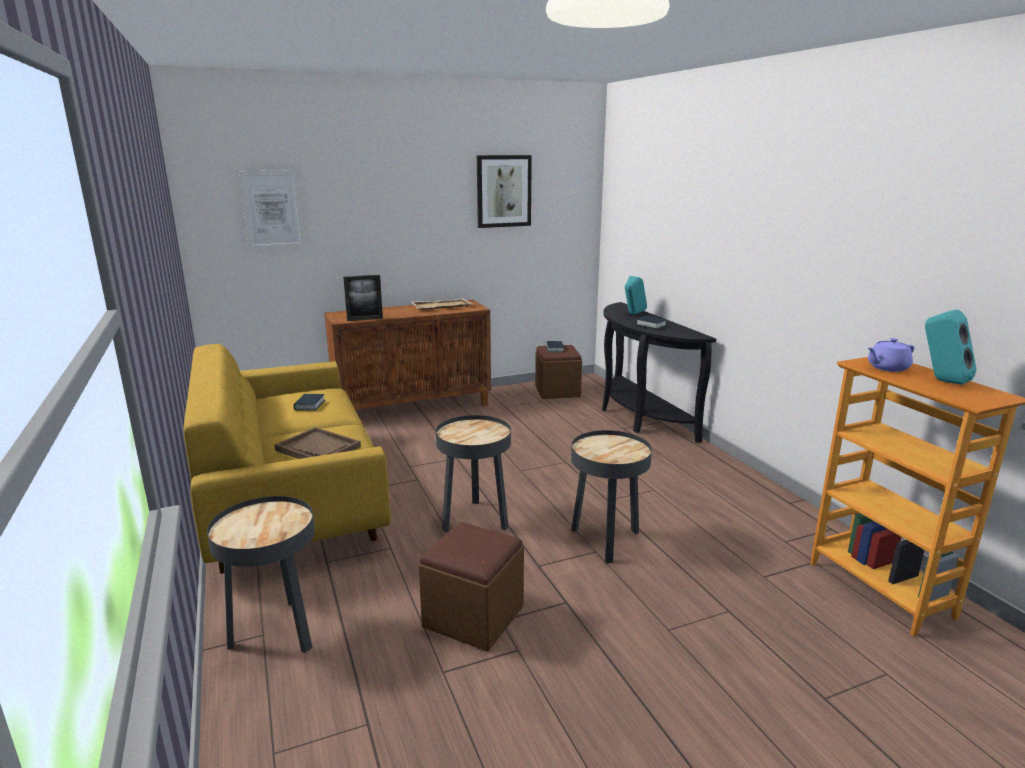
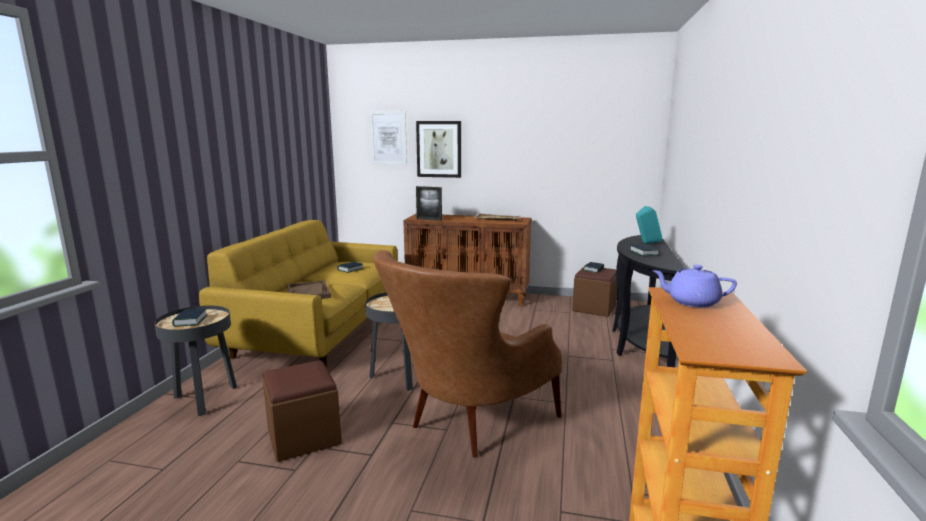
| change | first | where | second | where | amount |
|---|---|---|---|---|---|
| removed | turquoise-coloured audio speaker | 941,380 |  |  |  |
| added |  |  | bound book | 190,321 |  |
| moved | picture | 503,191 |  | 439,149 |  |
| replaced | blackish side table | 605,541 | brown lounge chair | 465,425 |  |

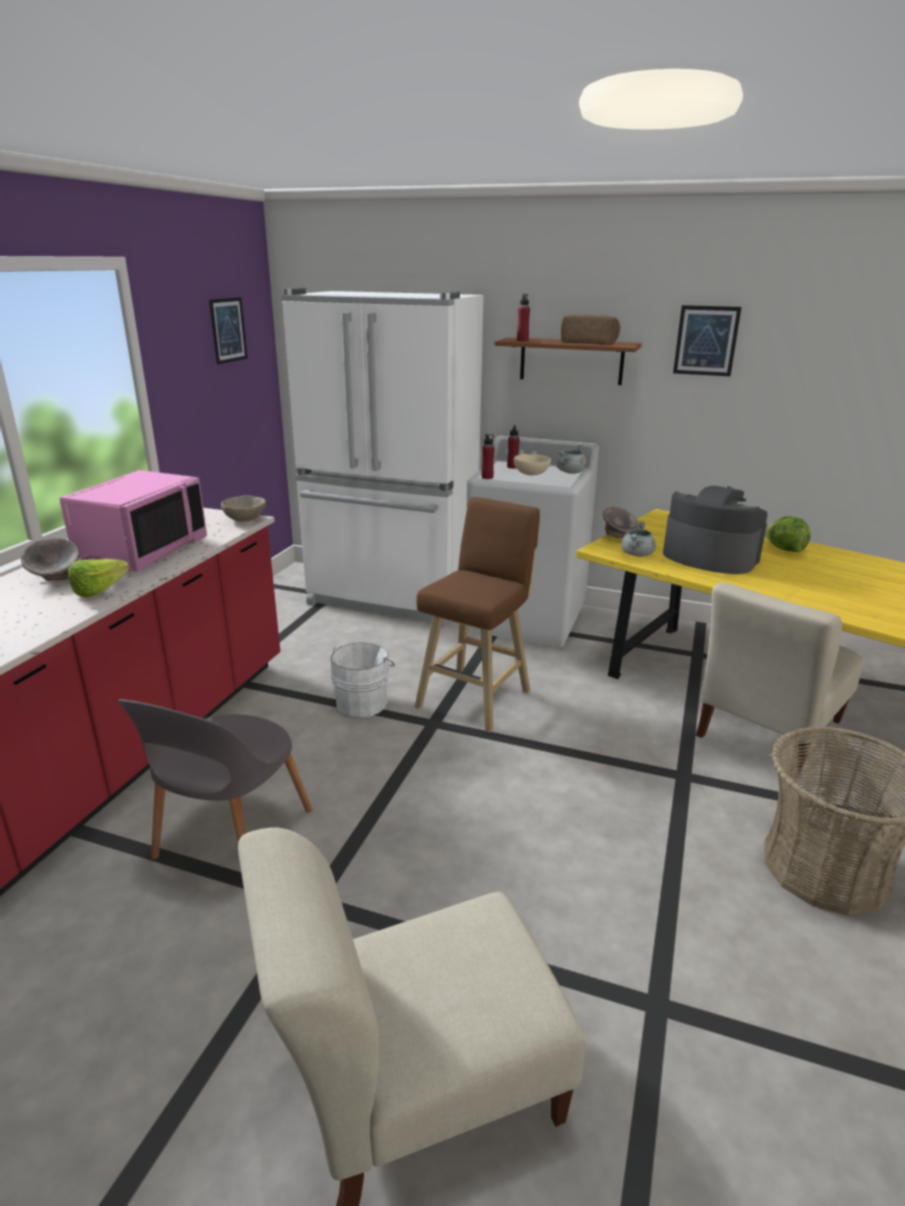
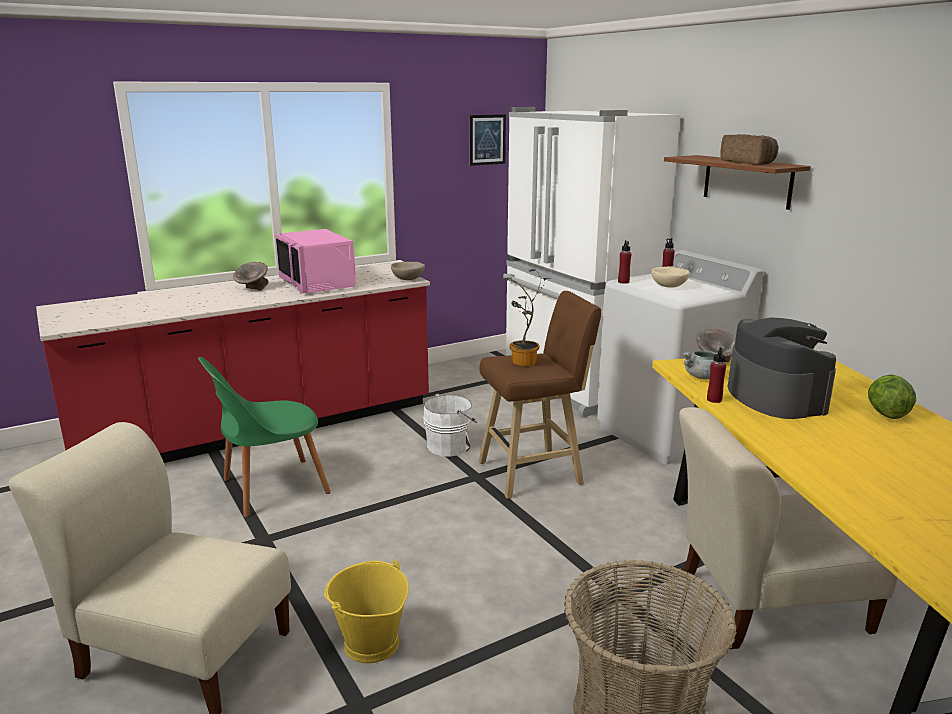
| change | first | where | second | where | amount |
|---|---|---|---|---|---|
| removed | lettuce head | 105,590 |  |  |  |
| removed | greyish stockpot | 570,472 |  |  |  |
| removed | picture | 706,341 |  |  |  |
| added |  |  | yellow water bucket | 370,643 |  |
| added |  |  | potted plant | 523,363 |  |
| moved | red-coloured bottle | 522,341 |  | 714,400 |  |
| recoloured | greyish upright chair | 230,838 | greenish upright chair | 270,488 |  |
| turned | pinkish microwave oven | 142,551 |  | 318,284 | 90 degrees clockwise |

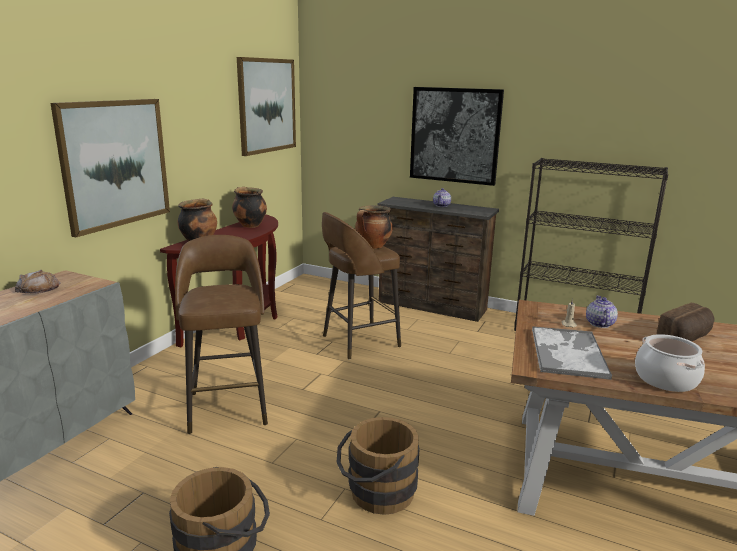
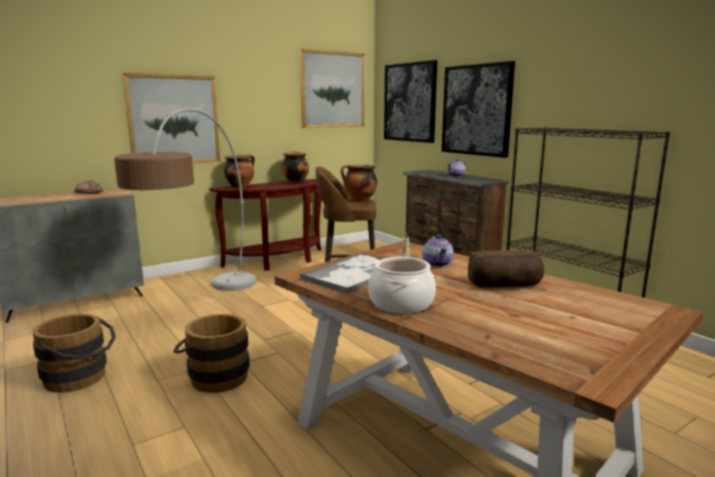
| change | first | where | second | where | amount |
|---|---|---|---|---|---|
| added |  |  | picture | 410,102 |  |
| replaced | brown stool seat | 228,406 | standing lamp | 200,305 |  |
| turned | tea pot | 599,324 |  | 437,263 | 135 degrees clockwise |

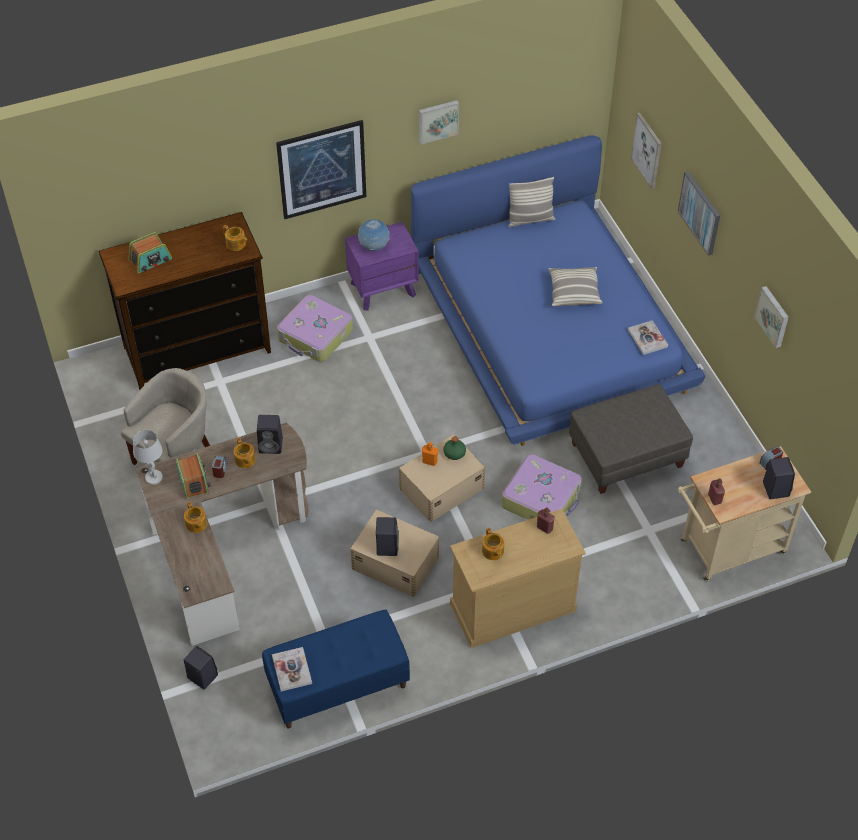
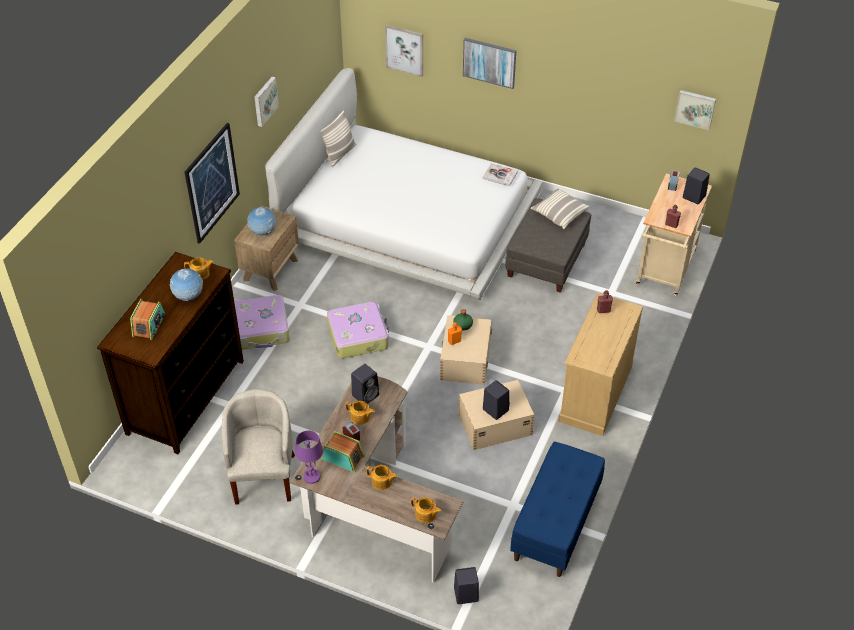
| change | first | where | second | where | amount |
|---|---|---|---|---|---|
| removed | bound book | 292,670 |  |  |  |
| added |  |  | globe | 189,297 |  |
| moved | tea pot | 492,551 |  | 426,515 |  |
| moved | travel case | 542,498 |  | 358,336 |  |
| moved | cushion | 574,292 |  | 559,214 |  |
| moved | picture | 773,316 |  | 695,108 |  |
| recoloured | white-coloured table lamp | 154,477 | purplish table lamp | 312,476 |  |
| recoloured | purplish night table | 383,289 | brown night table | 270,269 |  |
| recoloured | blue bed | 550,326 | white-coloured bed | 407,220 |  |

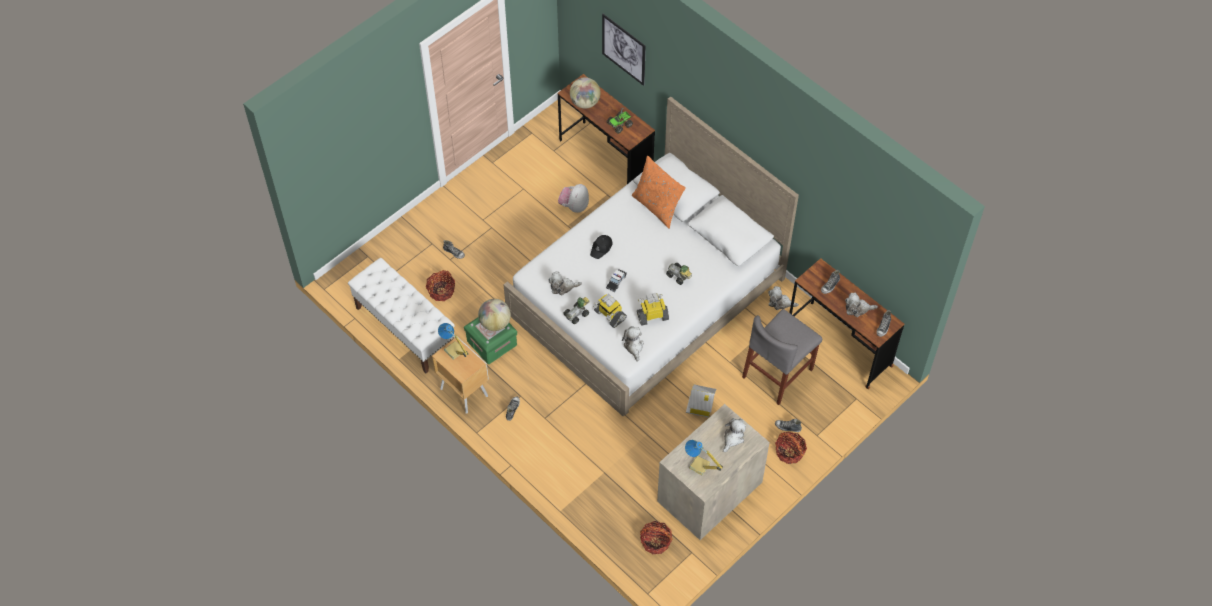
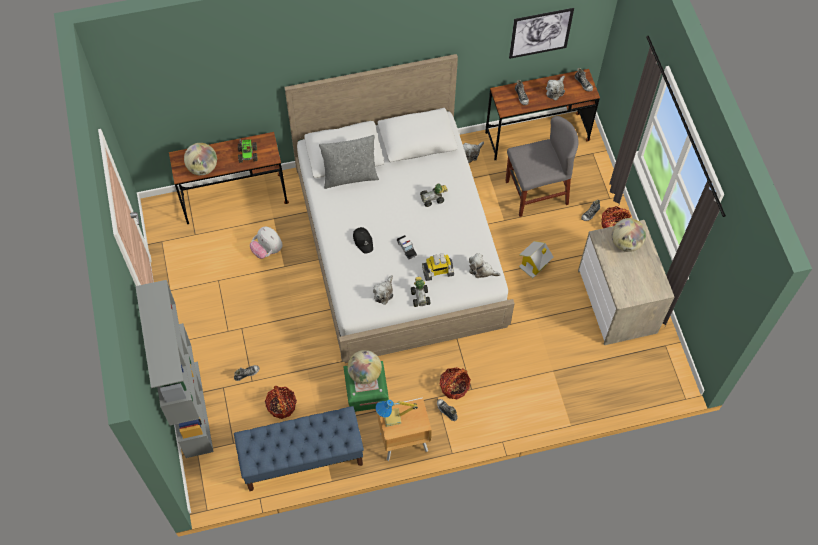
| change | first | where | second | where | amount |
|---|---|---|---|---|---|
| removed | toy robot | 652,316 |  |  |  |
| removed | table lamp | 699,467 |  |  |  |
| added |  |  | greyish bookshelf | 191,408 |  |
| moved | picture | 623,49 |  | 540,33 |  |
| moved | basket | 655,542 |  | 454,387 |  |
| replaced | soft toy | 733,438 | globe | 625,243 |  |
| recoloured | white-coloured bench | 405,328 | blue bench | 301,458 |  |
| recoloured | orangey cushion | 657,207 | greyish cushion | 350,176 |  |
| turned | greyish upright chair | 777,373 |  | 536,192 | 90 degrees counterclockwise |

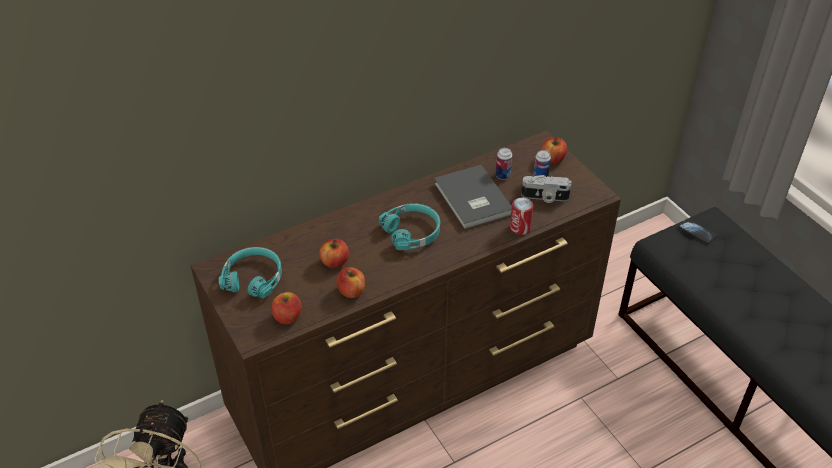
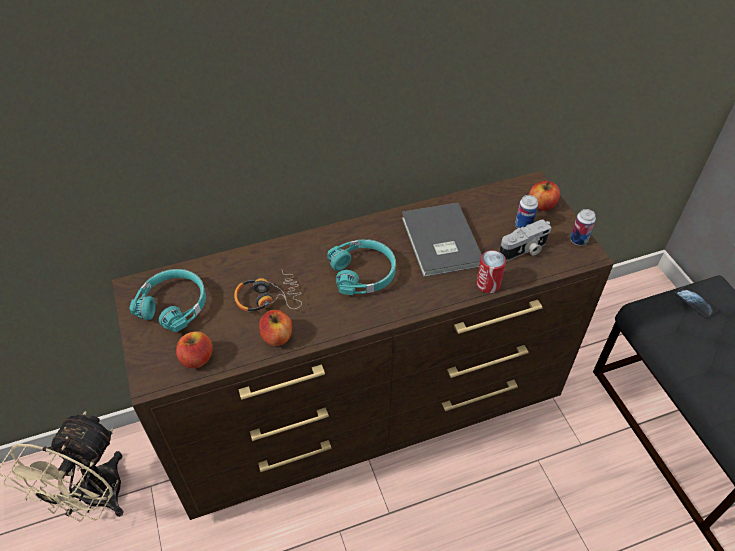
| change | first | where | second | where | amount |
|---|---|---|---|---|---|
| moved | metal can | 503,175 |  | 578,240 |  |
| replaced | whole apple | 335,262 | headphones | 268,298 |  |
| turned | still camera | 545,197 |  | 524,250 | 45 degrees counterclockwise |

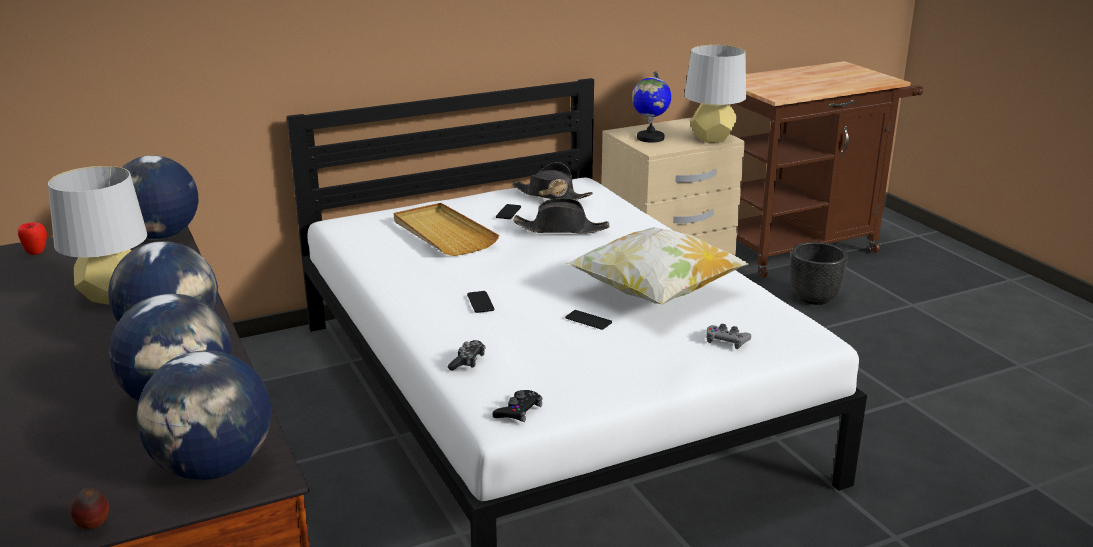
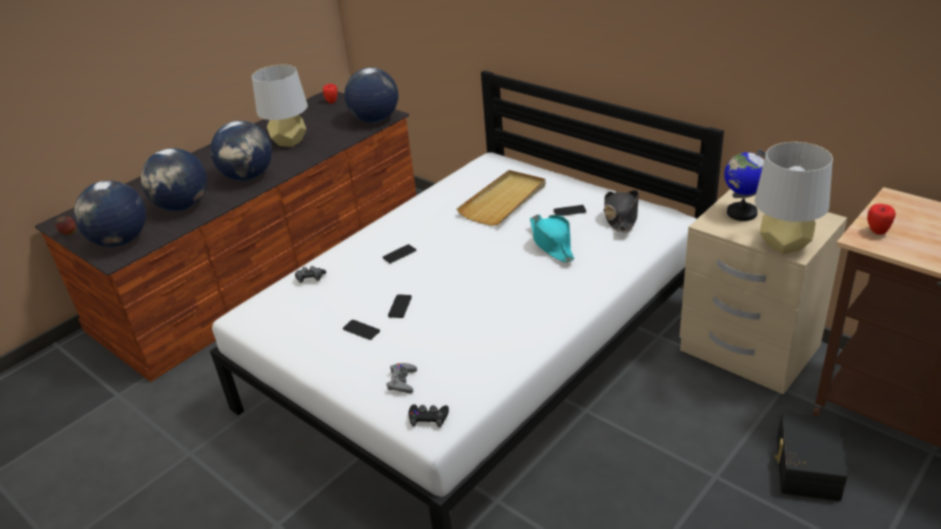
| change | first | where | second | where | amount |
|---|---|---|---|---|---|
| removed | cushion | 655,293 |  |  |  |
| added |  |  | handset | 361,330 |  |
| added |  |  | whole apple | 877,232 |  |
| moved | blackish joypad | 518,411 |  | 428,418 |  |
| replaced | blackish plant pot | 814,298 | blackish storage container | 805,467 |  |
| recoloured | blackish clothing hat | 561,229 | turquoise-coloured clothing hat | 552,243 |  |

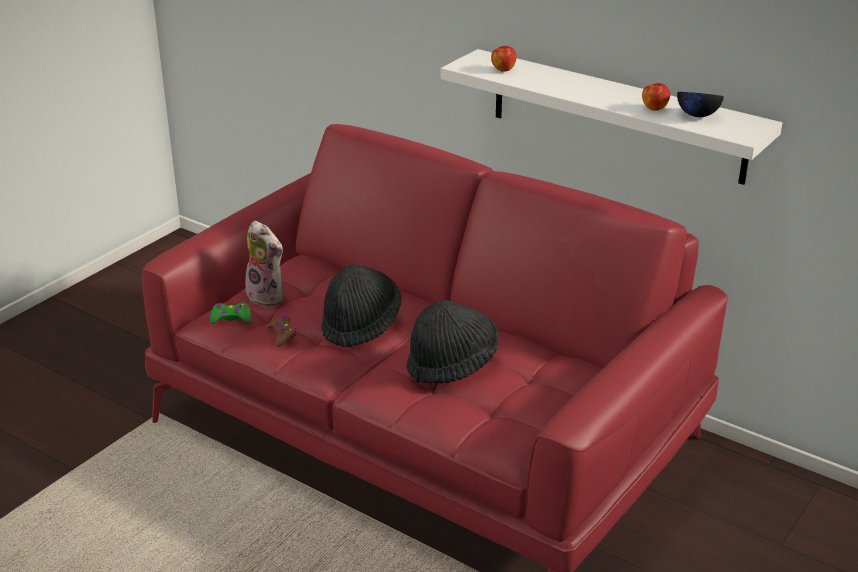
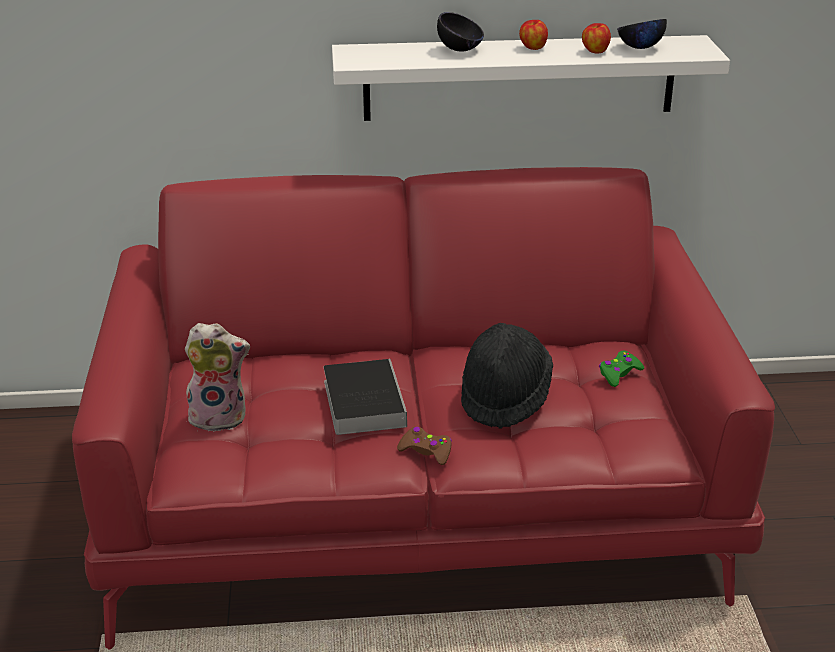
| change | first | where | second | where | amount |
|---|---|---|---|---|---|
| added |  |  | blackish deep dish | 460,50 |  |
| moved | greenish joypad | 231,318 |  | 619,374 |  |
| moved | brown joypad | 282,335 |  | 426,451 |  |
| moved | whole apple | 503,69 |  | 532,48 |  |
| replaced | blackish clothing hat | 361,325 | bound book | 363,401 |  |

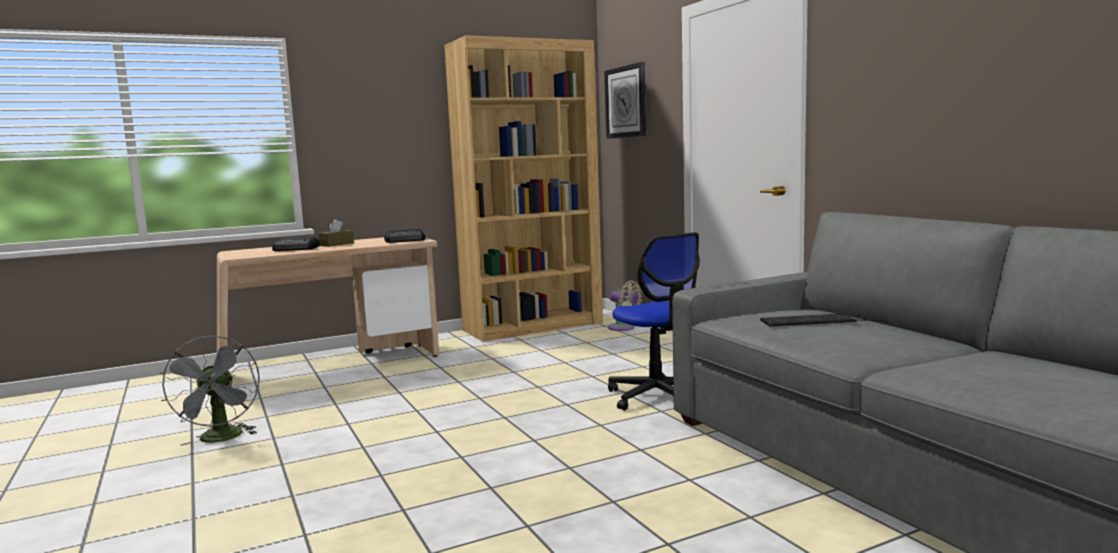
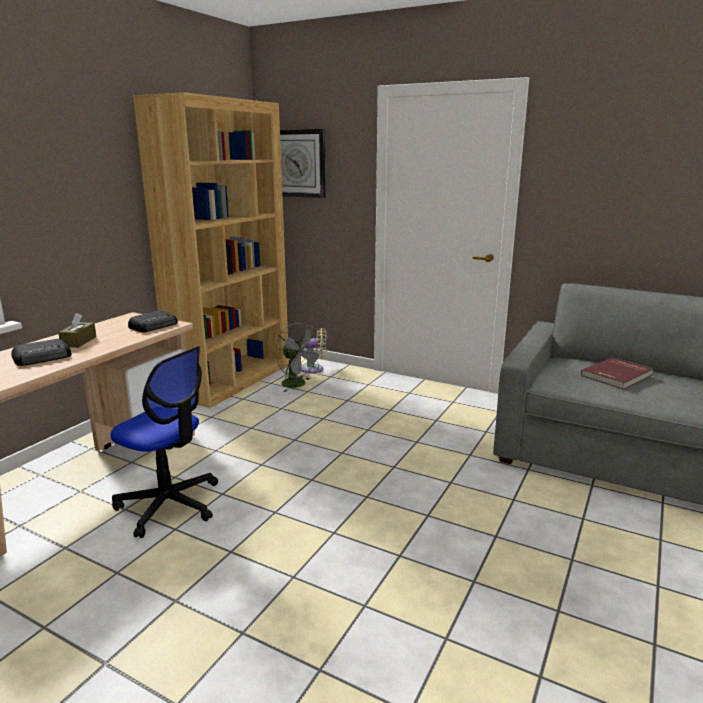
| change | first | where | second | where | amount |
|---|---|---|---|---|---|
| moved | greyish fan | 221,439 |  | 298,385 |  |
| moved | office chair | 657,396 |  | 169,504 |  |
| replaced | computer keyboard | 819,321 | red-coloured bound book | 618,376 |  |

